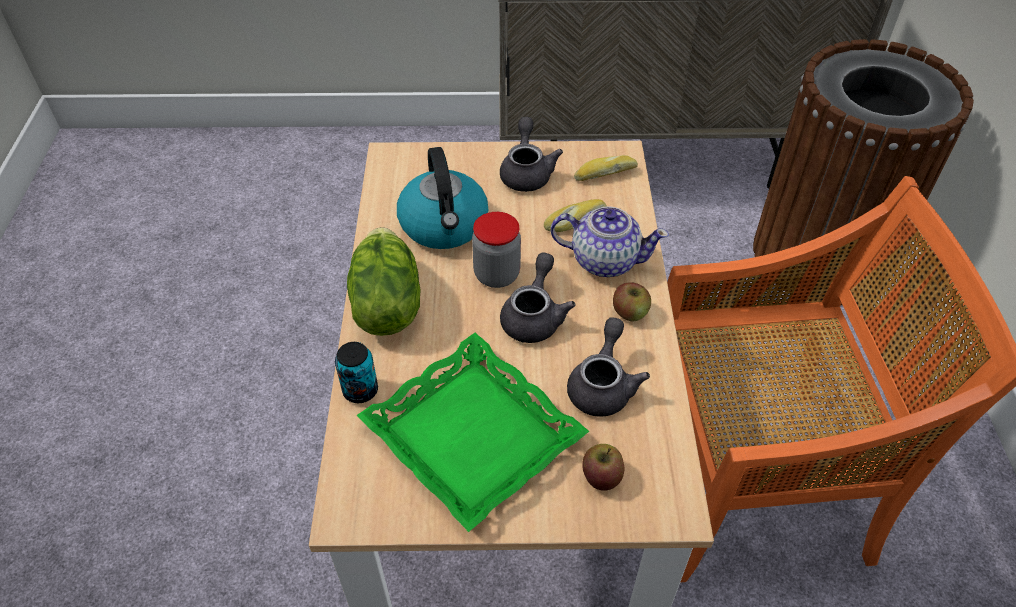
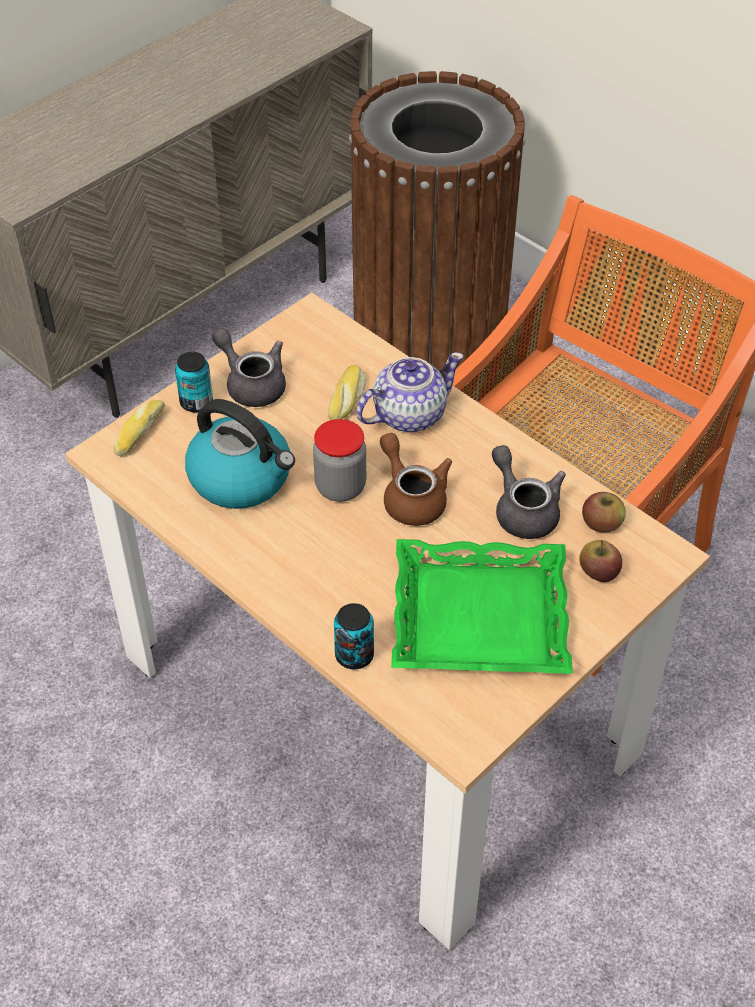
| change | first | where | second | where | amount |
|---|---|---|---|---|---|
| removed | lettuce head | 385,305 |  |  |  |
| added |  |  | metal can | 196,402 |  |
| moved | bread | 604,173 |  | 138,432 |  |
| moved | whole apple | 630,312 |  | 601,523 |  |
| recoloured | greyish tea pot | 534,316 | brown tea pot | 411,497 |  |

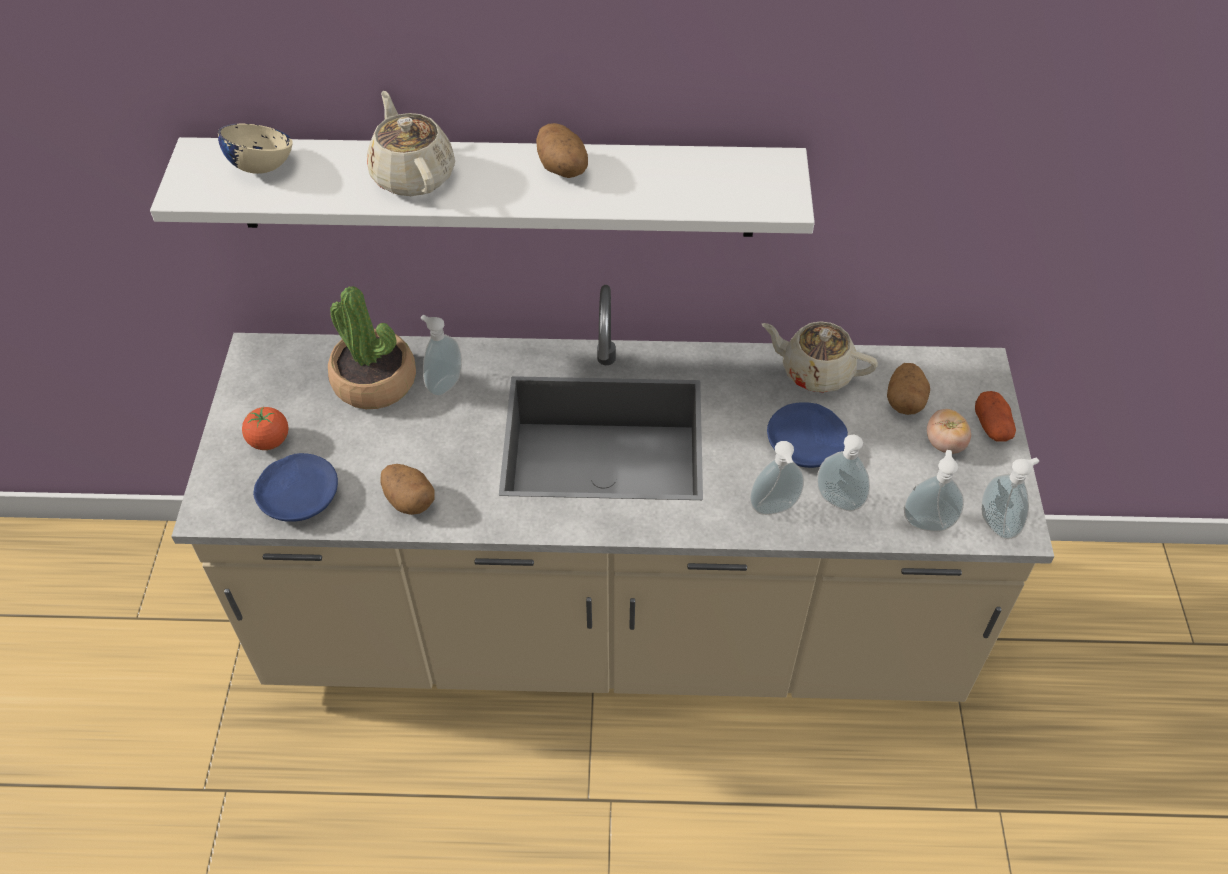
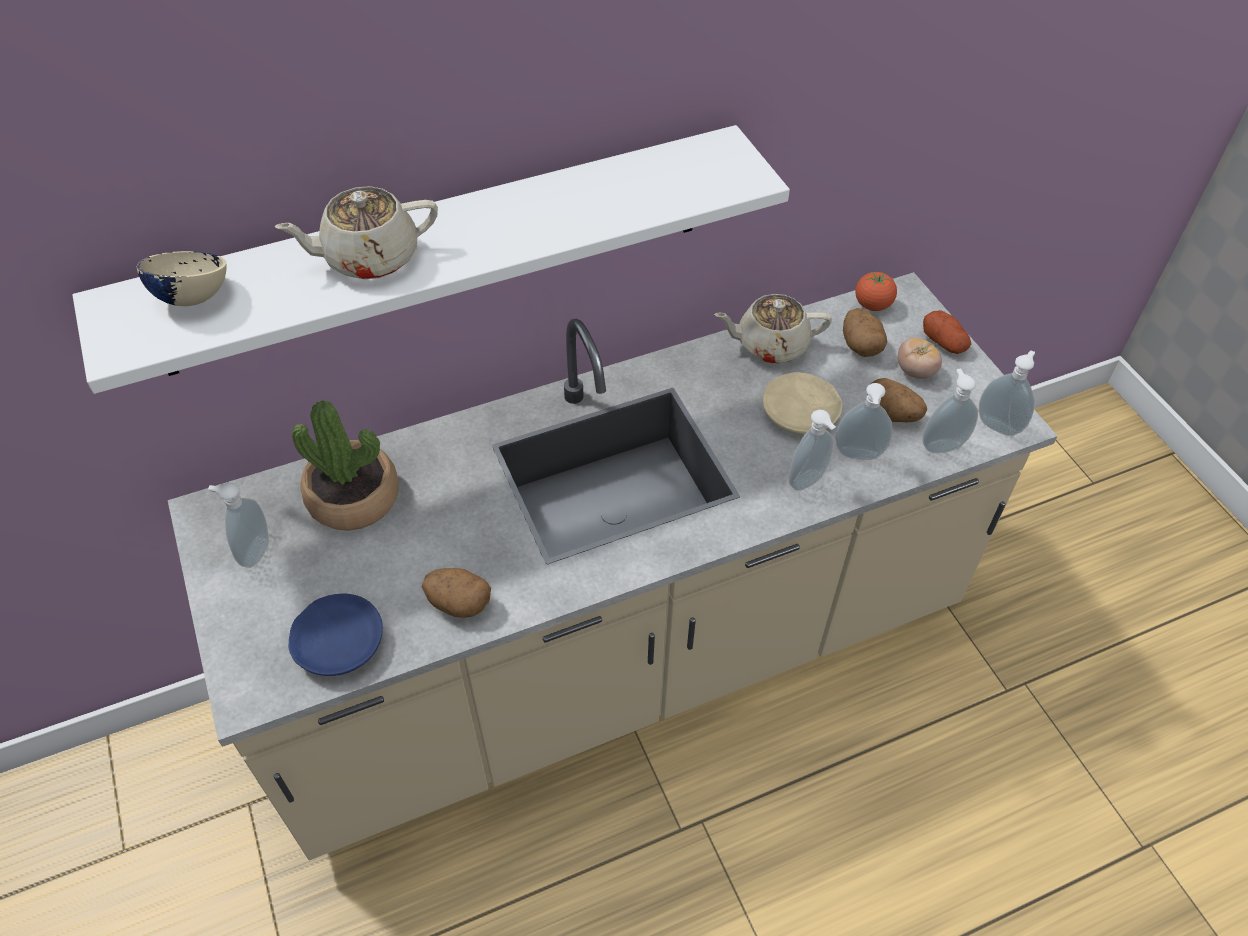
| change | first | where | second | where | amount |
|---|---|---|---|---|---|
| moved | whole tomato | 269,441 |  | 872,305 |  |
| moved | soap dispenser | 443,384 |  | 253,551 |  |
| moved | spud | 563,169 |  | 893,414 |  |
| recoloured | blue dinner plate | 806,444 | sand-coloured dinner plate | 801,413 |  |
| turned | sand-coloured tea pot | 413,175 |  | 369,257 | 60 degrees counterclockwise |

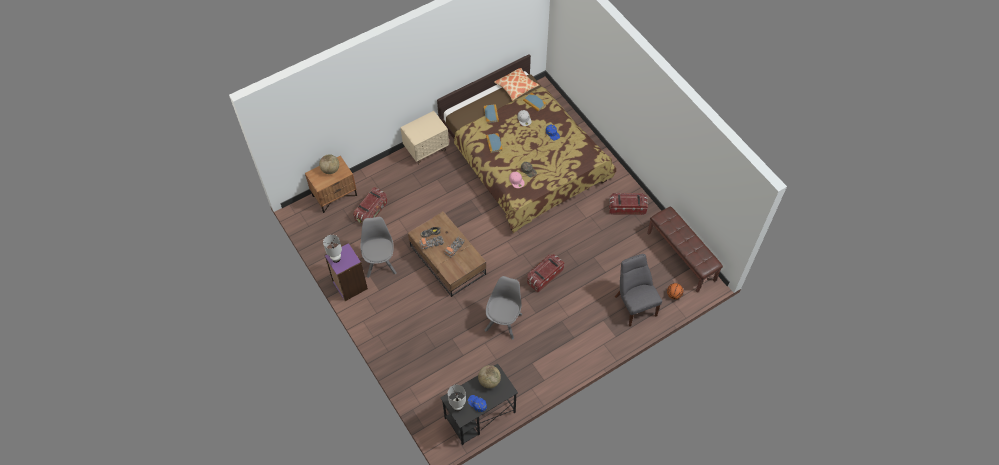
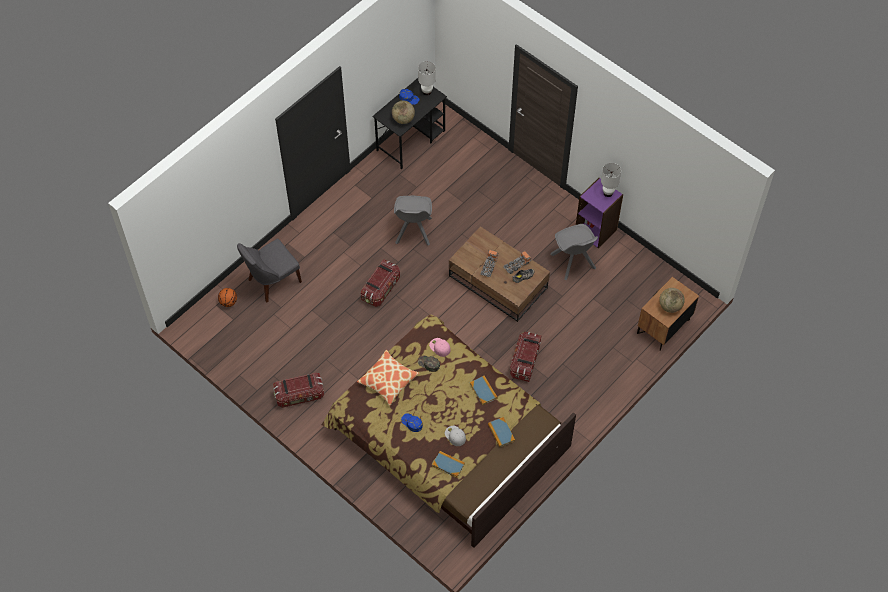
| change | first | where | second | where | amount |
|---|---|---|---|---|---|
| removed | sand-coloured night table | 426,150 |  |  |  |
| removed | brown bench | 681,256 |  |  |  |
| moved | storage container | 372,211 |  | 525,361 |  |
| moved | cushion | 516,86 |  | 388,380 |  |
| turned | greyish upright chair | 634,304 |  | 272,281 | 90 degrees clockwise |

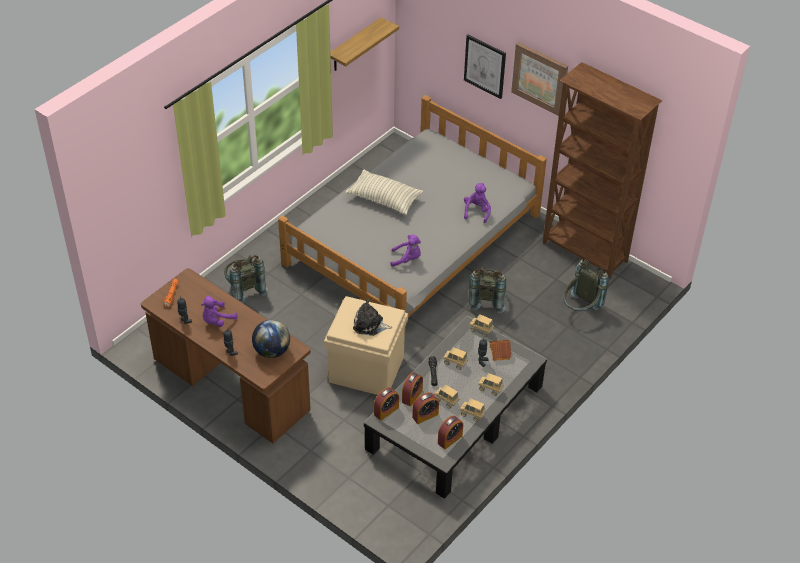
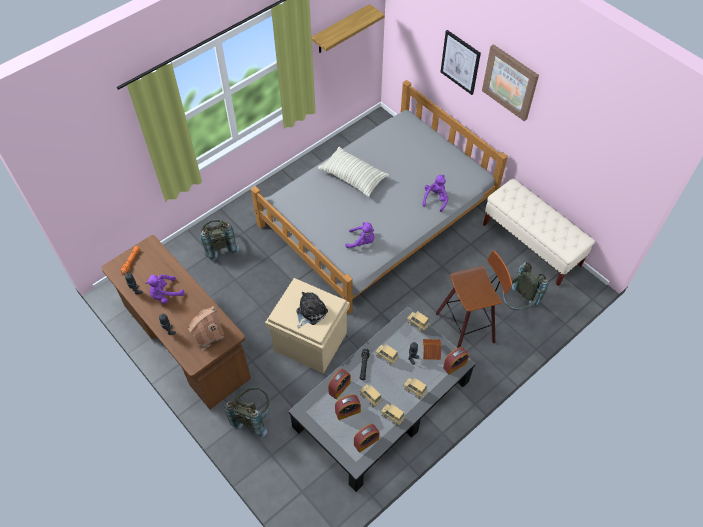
| change | first | where | second | where | amount |
|---|---|---|---|---|---|
| added |  |  | stool seat | 467,328 |  |
| moved | bedside clock | 386,411 |  | 454,365 |  |
| moved | greyish rucksack | 487,299 |  | 253,416 |  |
| replaced | globe | 272,351 | miniature house | 208,335 |  |
| replaced | brown bookshelf | 585,253 | sand-coloured bench | 531,245 |  |
| turned | soft toy | 370,325 |  | 310,312 | 105 degrees clockwise |

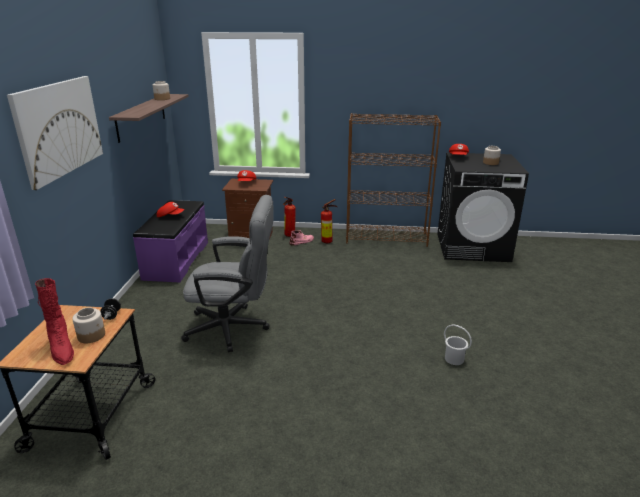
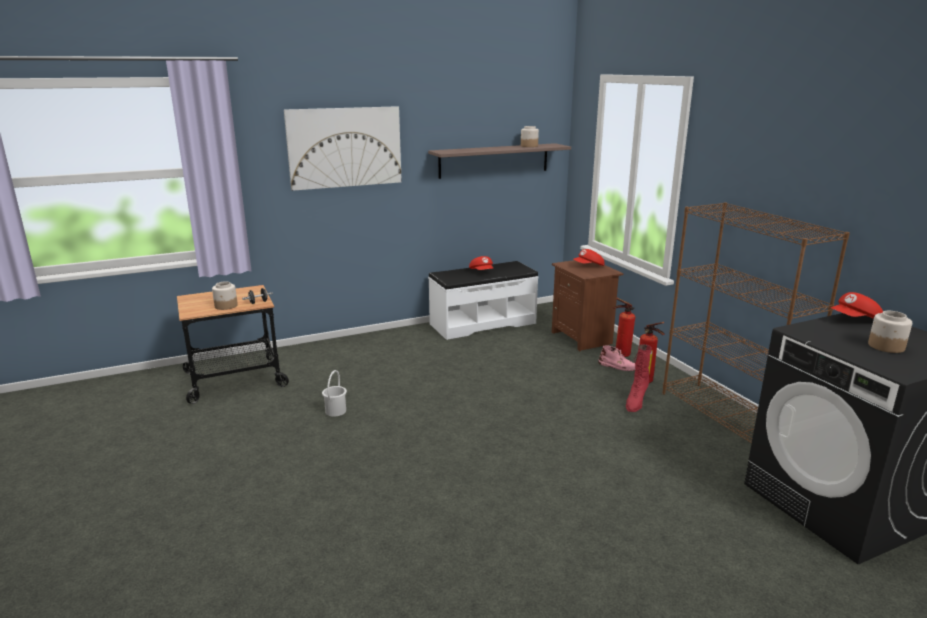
| change | first | where | second | where | amount |
|---|---|---|---|---|---|
| removed | greyish office chair | 234,328 |  |  |  |
| moved | red-coloured tall boot | 61,349 |  | 635,402 |  |
| moved | white-coloured water bucket | 454,359 |  | 336,411 |  |
| recoloured | purplish bench | 176,260 | white-coloured bench | 482,323 |  |

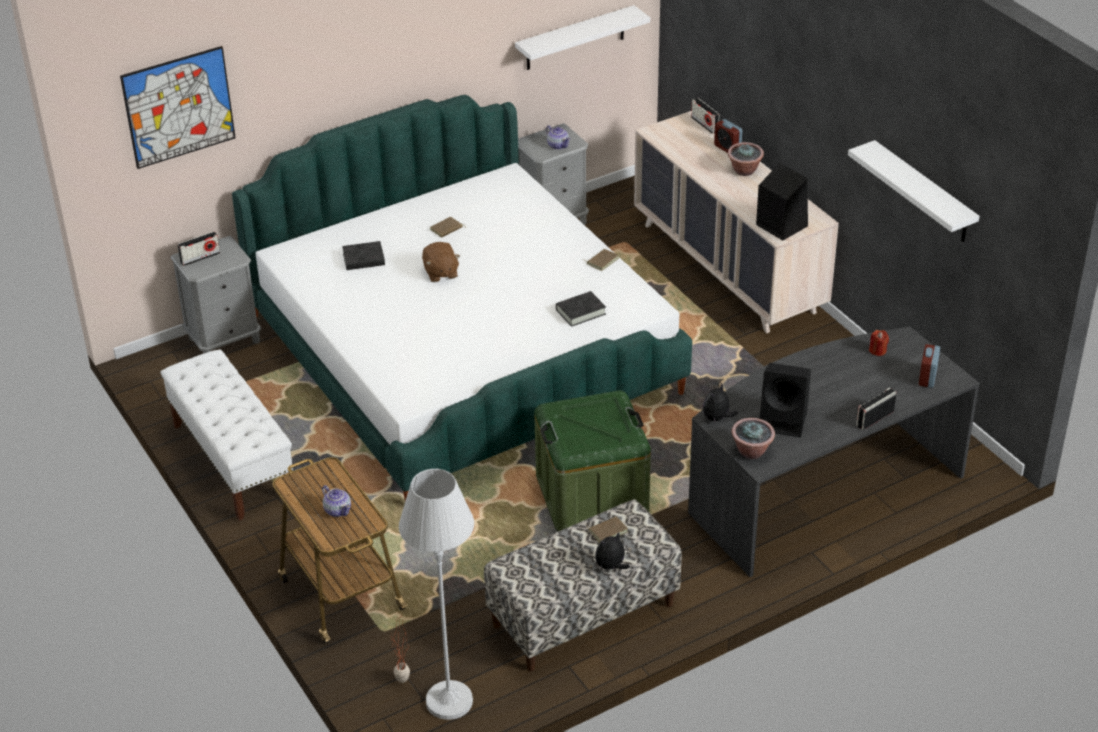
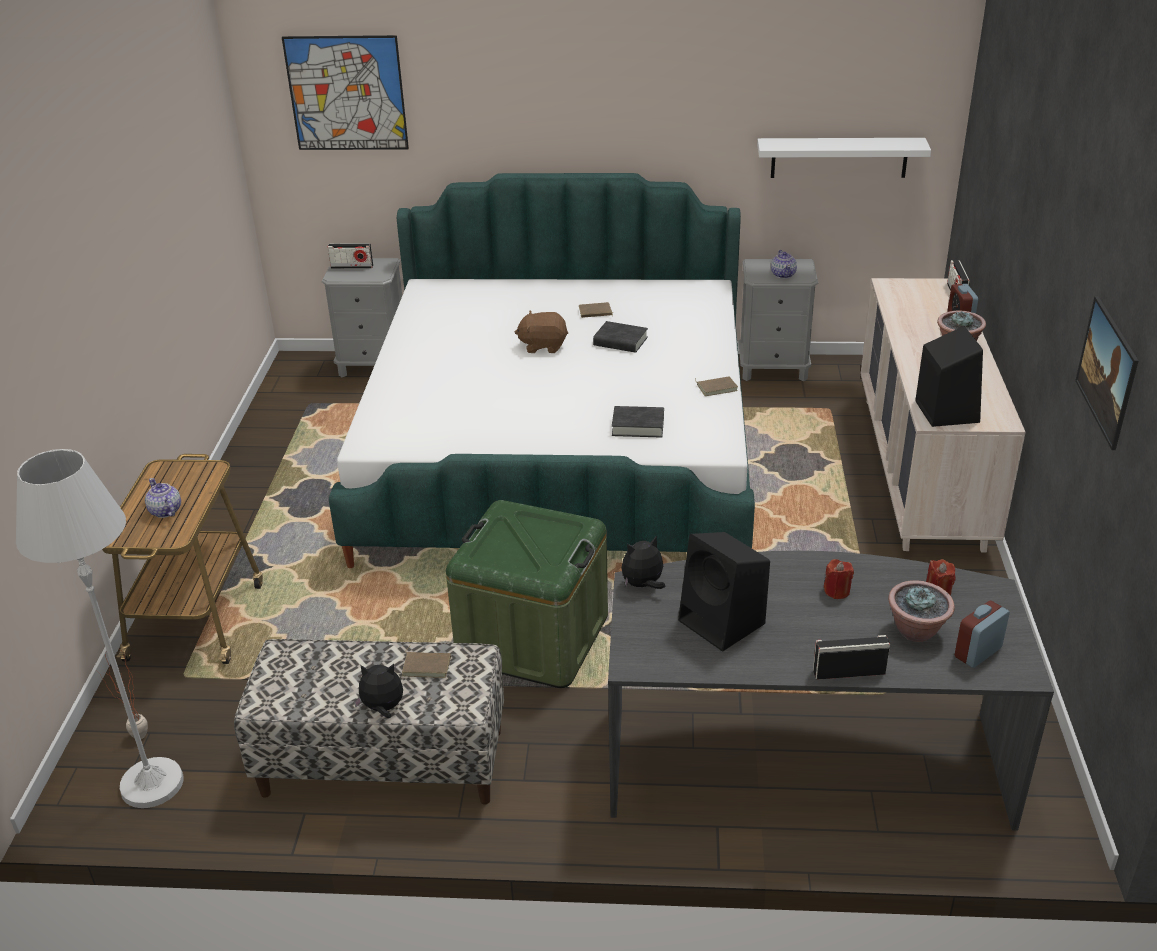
| change | first | where | second | where | amount |
|---|---|---|---|---|---|
| removed | white-coloured bench | 232,461 |  |  |  |
| added |  |  | red-coloured wax light | 837,591 |  |
| moved | blackish bound book | 363,259 |  | 620,341 |  |
| moved | potted plant | 751,451 |  | 916,631 |  |
| replaced | white-coloured wall shelf | 923,193 | picture | 1101,393 |  |
| turned | tea pot | 337,510 |  | 165,511 | 150 degrees clockwise |
| turned | brown soft toy | 440,273 |  | 543,346 | 75 degrees clockwise |

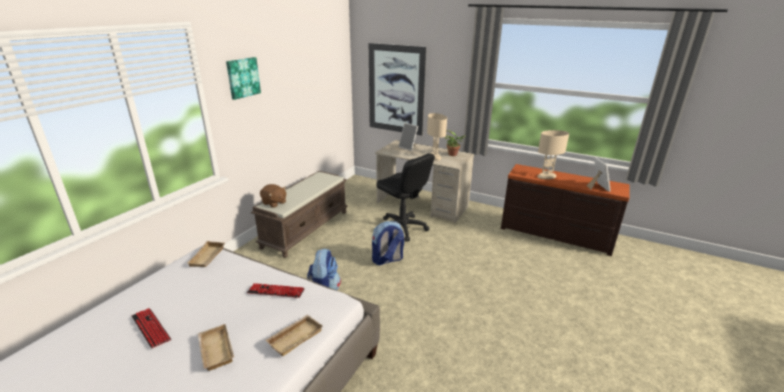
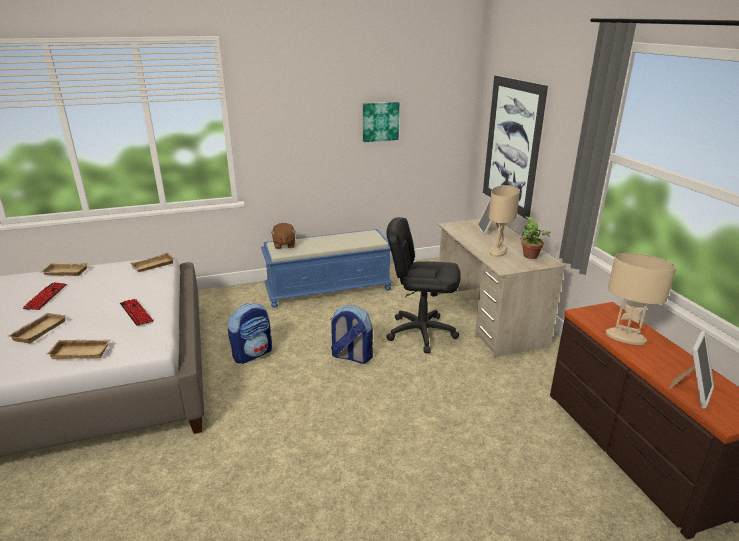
| change | first | where | second | where | amount |
|---|---|---|---|---|---|
| added |  |  | sand-coloured serving tray | 64,272 |  |
| moved | picture | 242,77 |  | 380,121 |  |
| recoloured | brown bench | 306,228 | blue bench | 329,289 |  |
| turned | blackish office chair | 402,228 |  | 421,332 | 105 degrees clockwise |

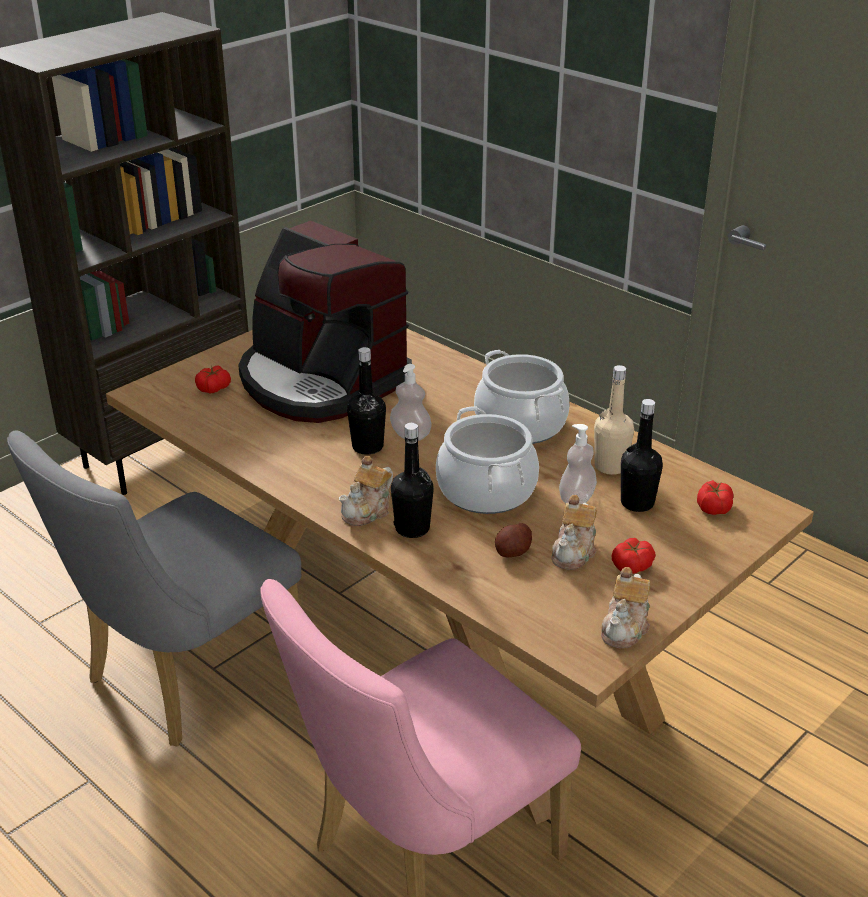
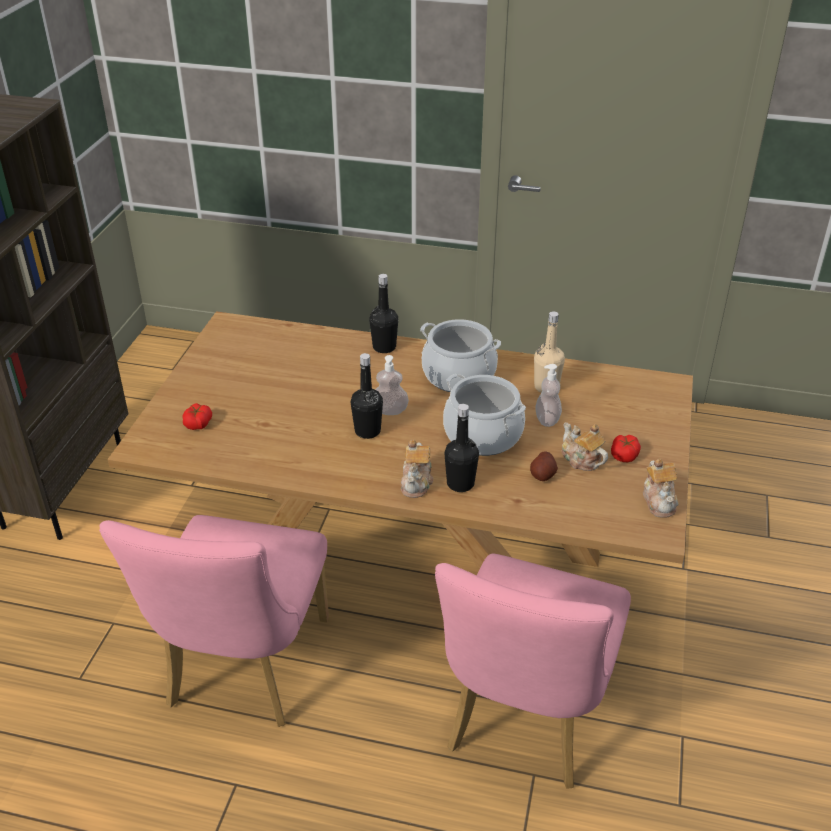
| change | first | where | second | where | amount |
|---|---|---|---|---|---|
| removed | coffee machine | 320,381 |  |  |  |
| removed | whole tomato | 713,507 |  |  |  |
| moved | blackish bottle | 637,503 |  | 384,347 |  |
| recoloured | greyish upright chair | 182,679 | pinkish upright chair | 243,671 |  |
| turned | tea pot | 574,552 |  | 581,459 | 150 degrees clockwise |

